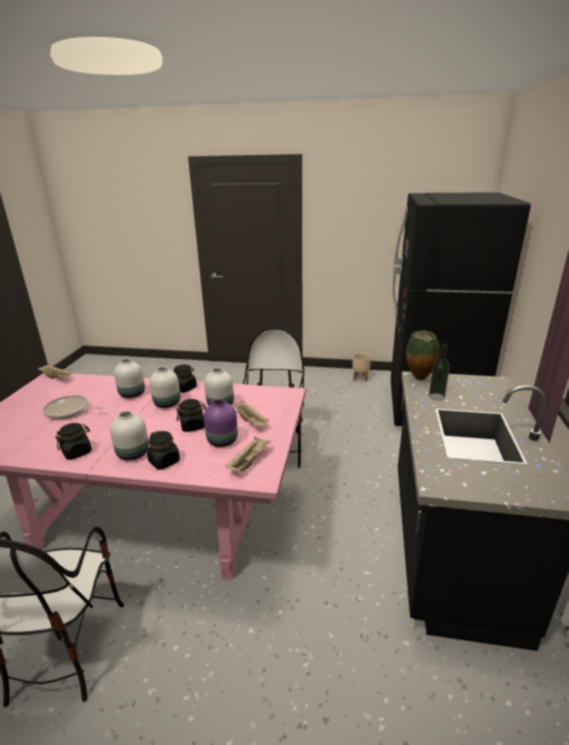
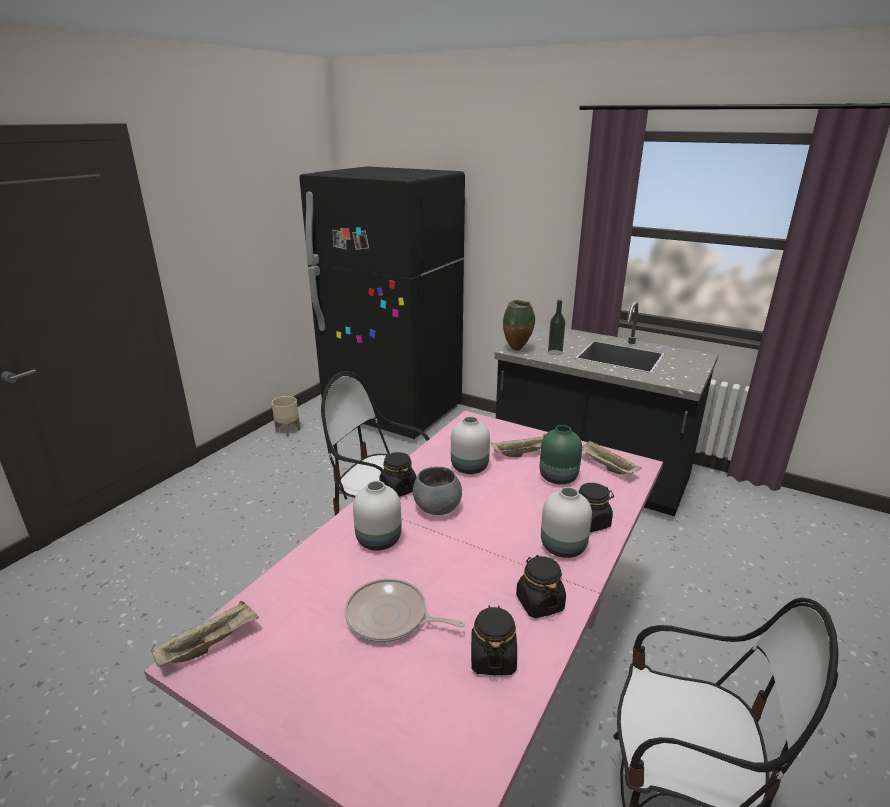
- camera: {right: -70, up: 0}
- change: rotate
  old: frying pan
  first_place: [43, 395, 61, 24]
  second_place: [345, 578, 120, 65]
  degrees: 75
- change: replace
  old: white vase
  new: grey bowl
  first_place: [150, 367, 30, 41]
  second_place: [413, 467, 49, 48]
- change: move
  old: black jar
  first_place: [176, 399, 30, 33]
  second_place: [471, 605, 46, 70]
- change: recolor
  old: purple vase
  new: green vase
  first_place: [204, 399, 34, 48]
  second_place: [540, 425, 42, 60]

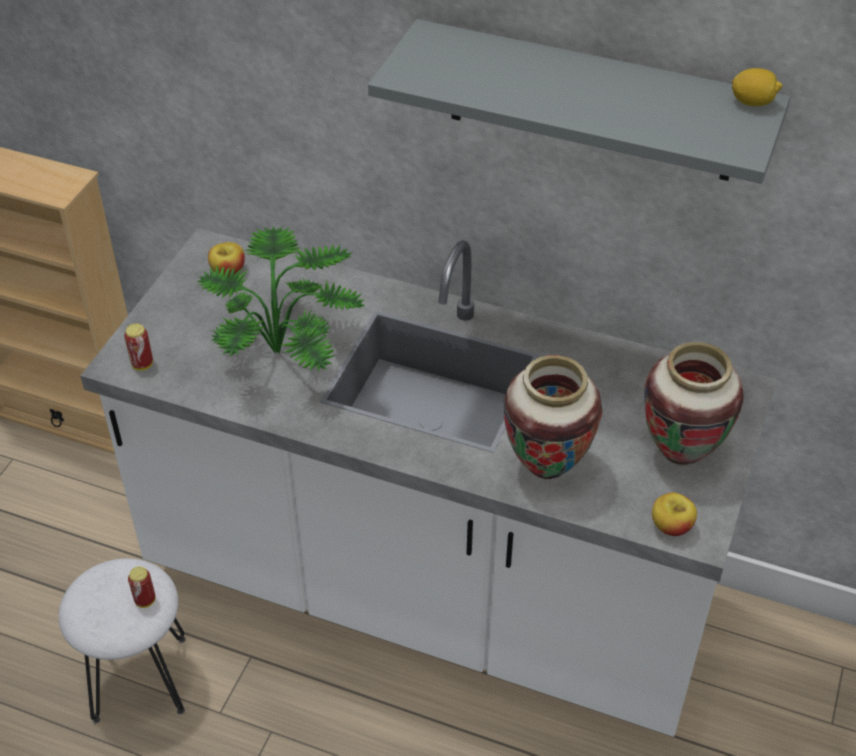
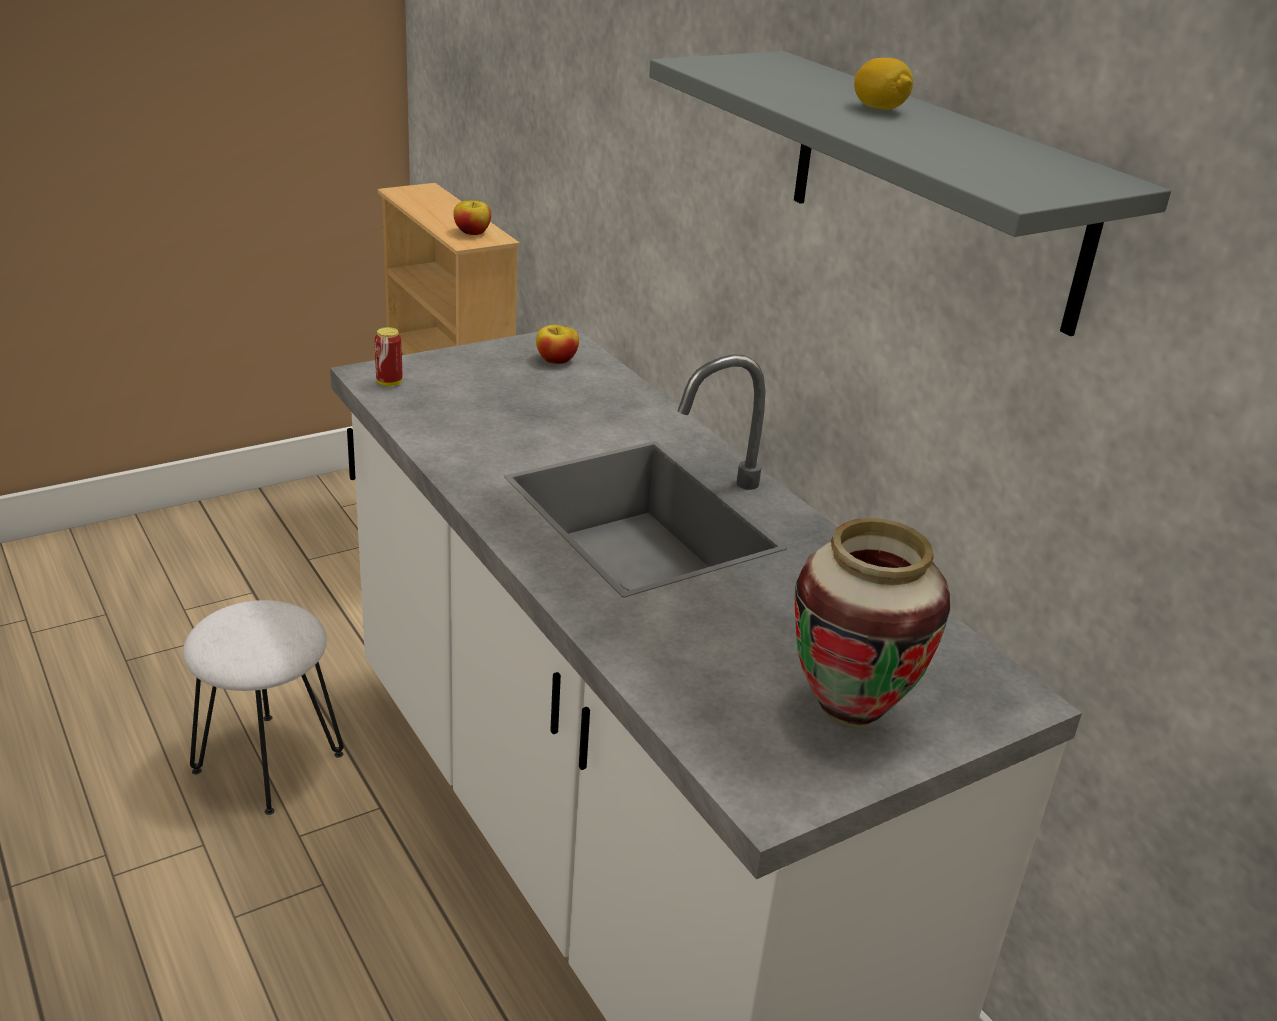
- camera: {right: 35, up: -15}
- change: move
  old: apple
  first_place: [652, 493, 45, 43]
  second_place: [453, 200, 38, 35]
- change: move
  old: lemon
  first_place: [732, 68, 50, 38]
  second_place: [854, 58, 59, 52]
- change: delete
  old: can
  first_place: [128, 567, 27, 41]
- change: delete
  old: potted plant
  first_place: [197, 226, 168, 146]
- change: delete
  old: vase
  first_place: [503, 355, 100, 124]

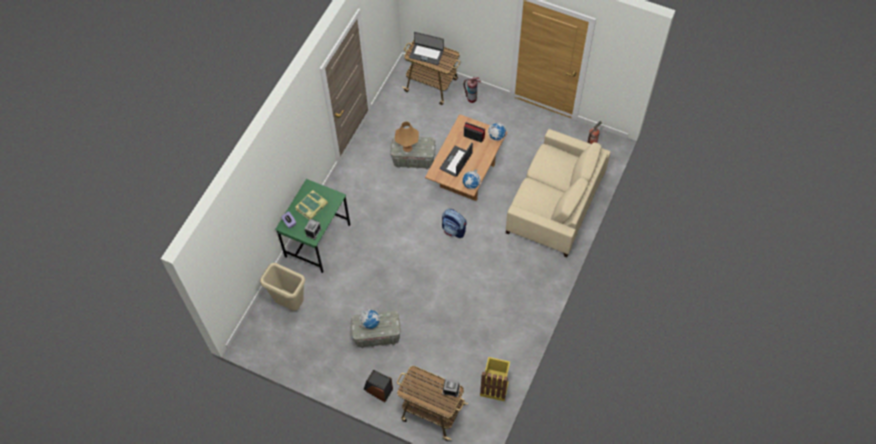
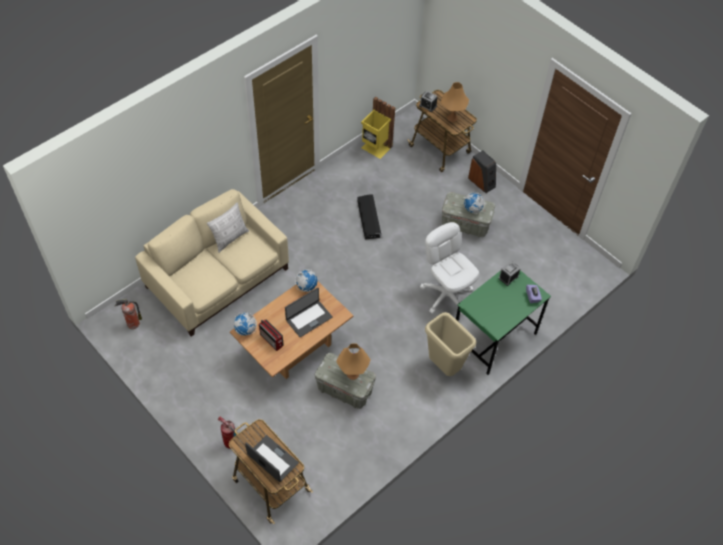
- camera: {right: -160, up: -5}
- change: insert
  new: pillow
  second_place: [207, 202, 42, 51]
- change: insert
  new: black storage box
  second_place: [357, 195, 24, 45]
- change: insert
  new: white office chair
  second_place: [420, 222, 59, 93]
- change: move
  old: beige trash can
  first_place: [260, 263, 45, 48]
  second_place: [425, 312, 51, 64]
- change: insert
  new: orange table lamp
  second_place: [441, 82, 28, 40]
- change: delete
  old: book
  first_place: [295, 190, 33, 30]
- change: delete
  old: backpack
  first_place: [442, 209, 25, 29]

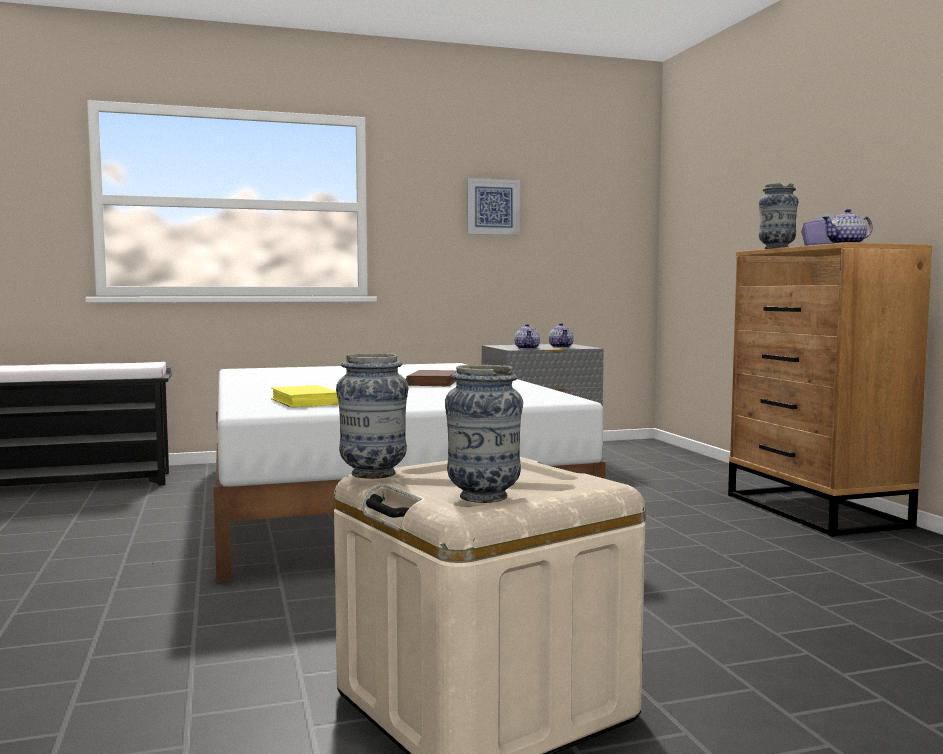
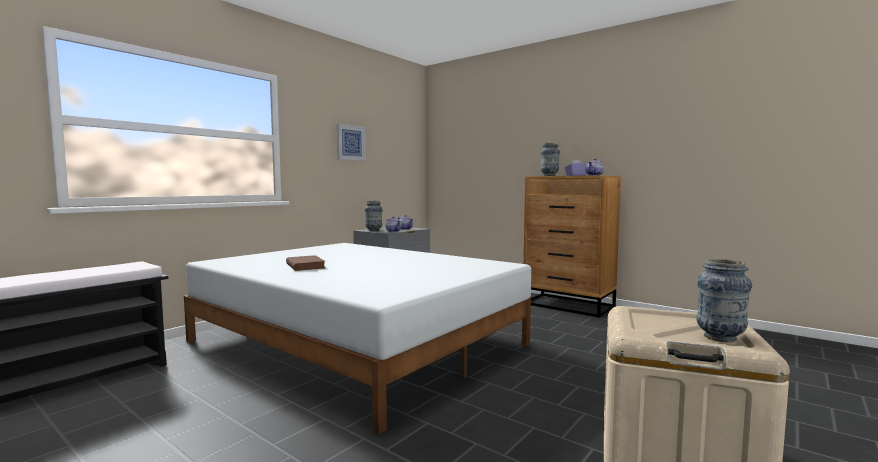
- camera: {right: -35, up: 0}
- change: move
  old: brown book
  first_place: [406, 370, 51, 16]
  second_place: [286, 255, 40, 16]
- change: move
  old: vase
  first_place: [336, 353, 73, 126]
  second_place: [365, 201, 18, 30]
- change: delete
  old: yellow book
  first_place: [271, 385, 68, 22]

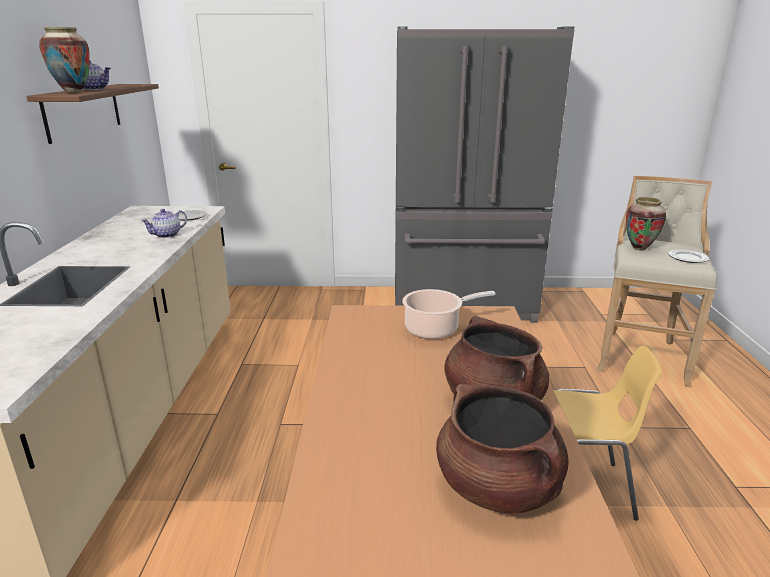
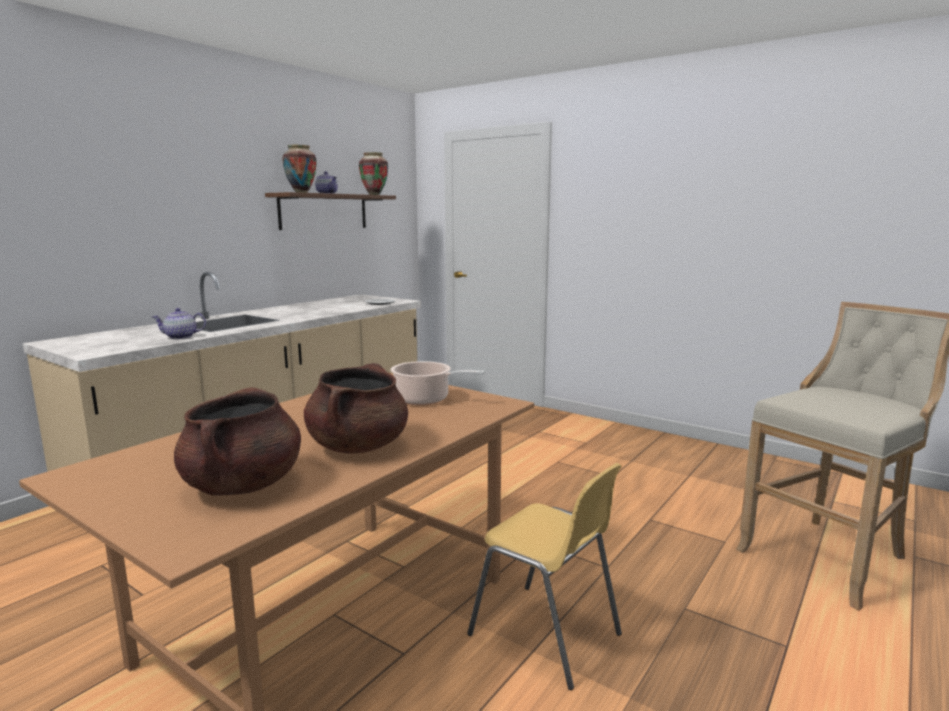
- camera: {right: 35, up: -10}
- change: move
  old: teapot
  first_place: [141, 209, 46, 29]
  second_place: [152, 308, 54, 31]
- change: move
  old: vase
  first_place: [626, 197, 40, 53]
  second_place: [359, 152, 29, 43]
- change: delete
  old: grey fridge
  first_place: [395, 26, 180, 297]
- change: delete
  old: plate
  first_place: [668, 250, 41, 13]

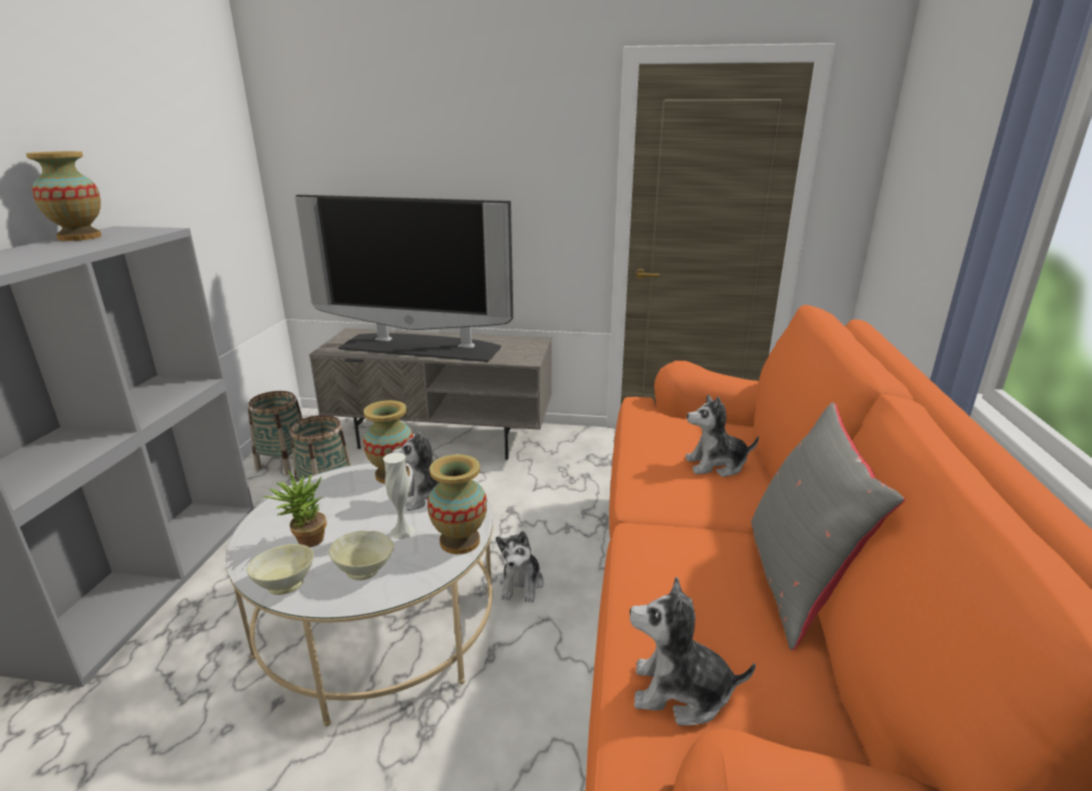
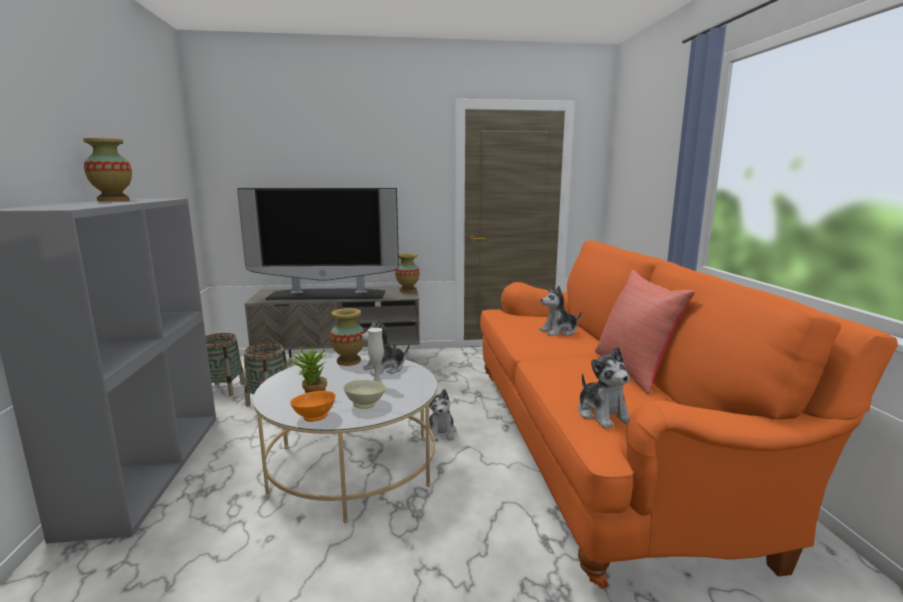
- camera: {right: -15, up: -10}
- change: recolor
  old: beige bowl
  new: orange bowl
  first_place: [246, 544, 68, 51]
  second_place: [290, 391, 46, 31]
- change: move
  old: vase
  first_place: [427, 454, 60, 100]
  second_place: [395, 253, 25, 40]
- change: rotate
  old: plush toy
  first_place: [630, 576, 126, 150]
  second_place: [578, 346, 52, 83]
  degrees: -105
- change: recolor
  old: grey pillow
  new: red pillow
  first_place: [751, 403, 154, 248]
  second_place: [595, 270, 100, 125]

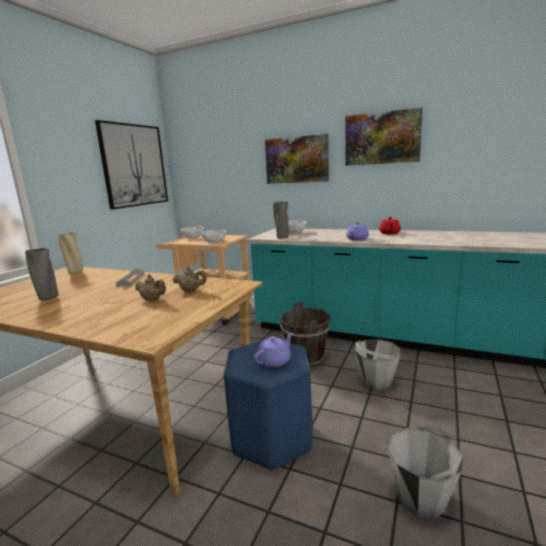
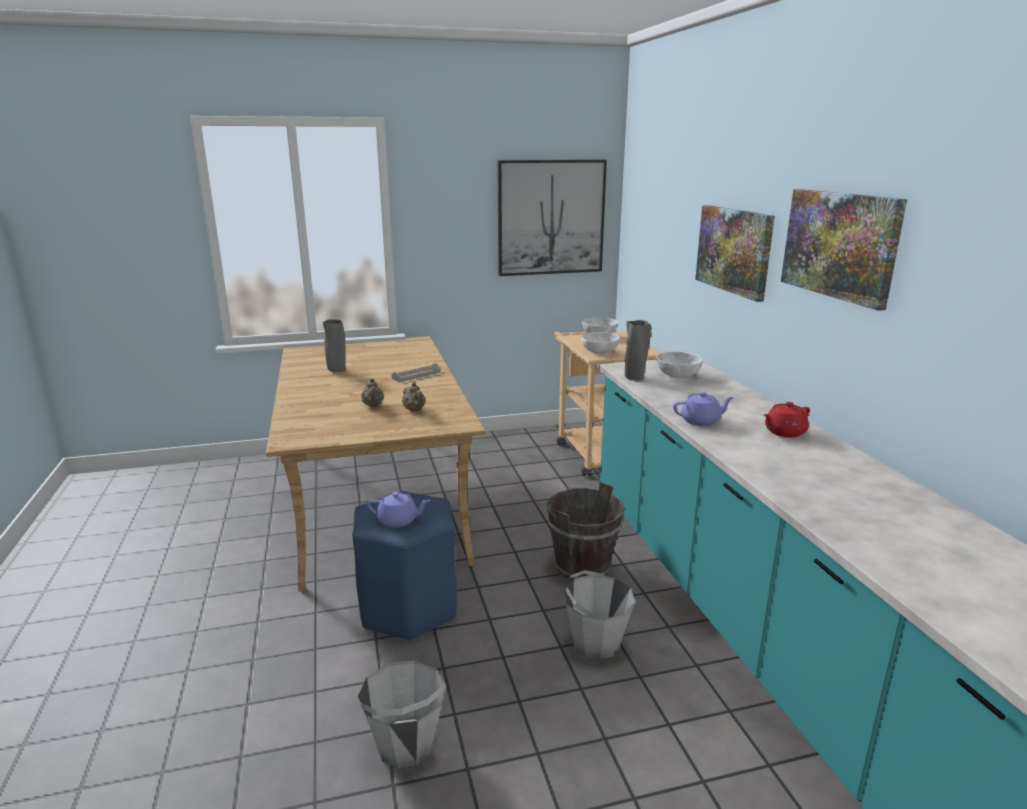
- camera: {right: 50, up: 5}
- change: delete
  old: beige vase
  first_place: [59, 233, 24, 41]

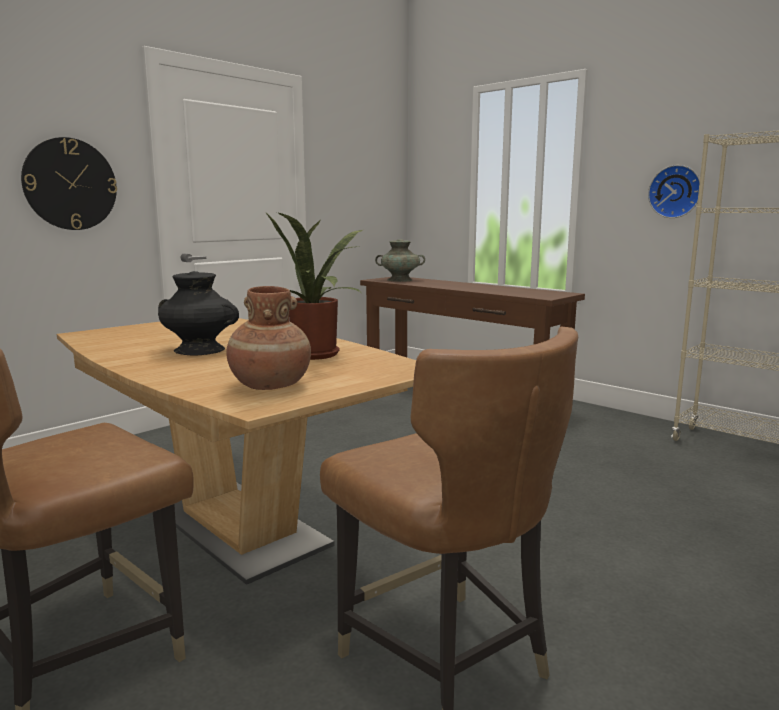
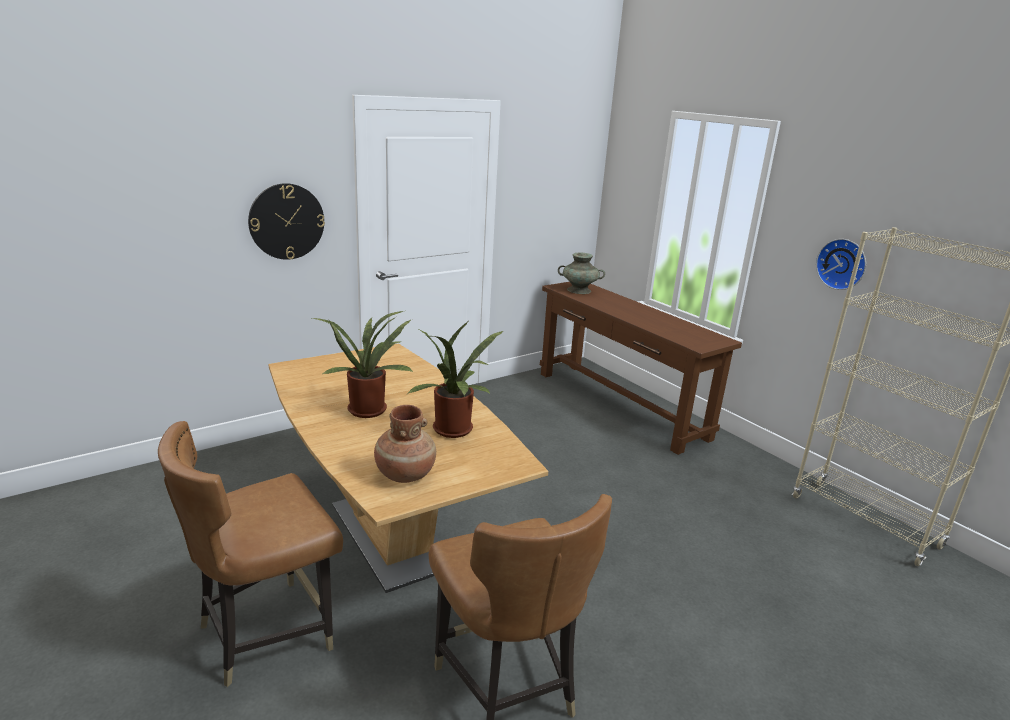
- camera: {right: 10, up: 10}
- change: replace
  old: black vase
  new: potted plant
  first_place: [158, 271, 81, 84]
  second_place: [312, 311, 102, 107]

